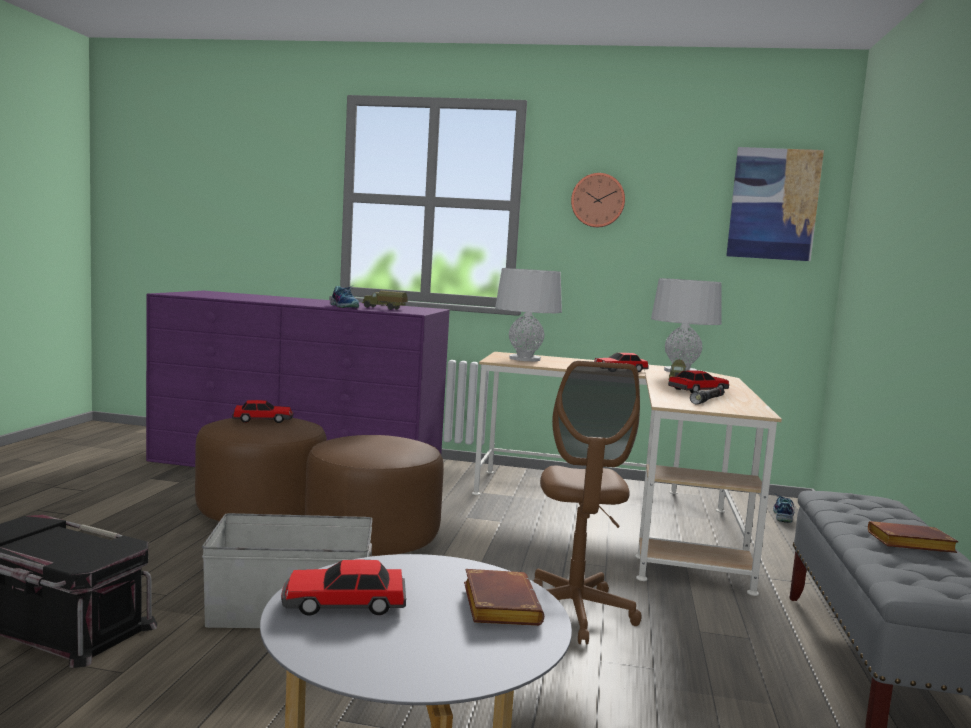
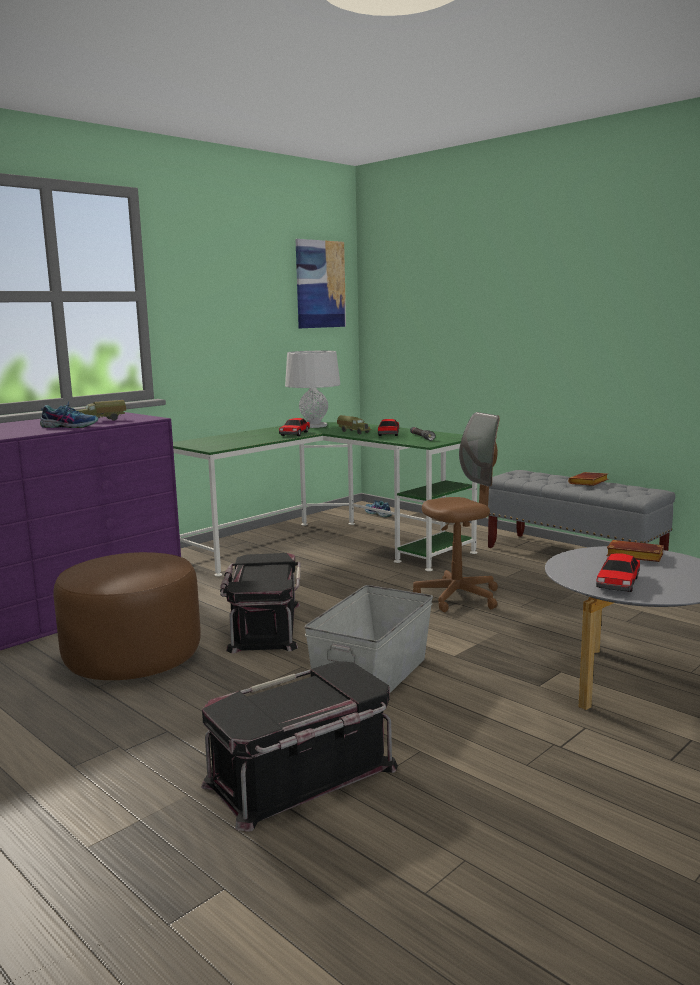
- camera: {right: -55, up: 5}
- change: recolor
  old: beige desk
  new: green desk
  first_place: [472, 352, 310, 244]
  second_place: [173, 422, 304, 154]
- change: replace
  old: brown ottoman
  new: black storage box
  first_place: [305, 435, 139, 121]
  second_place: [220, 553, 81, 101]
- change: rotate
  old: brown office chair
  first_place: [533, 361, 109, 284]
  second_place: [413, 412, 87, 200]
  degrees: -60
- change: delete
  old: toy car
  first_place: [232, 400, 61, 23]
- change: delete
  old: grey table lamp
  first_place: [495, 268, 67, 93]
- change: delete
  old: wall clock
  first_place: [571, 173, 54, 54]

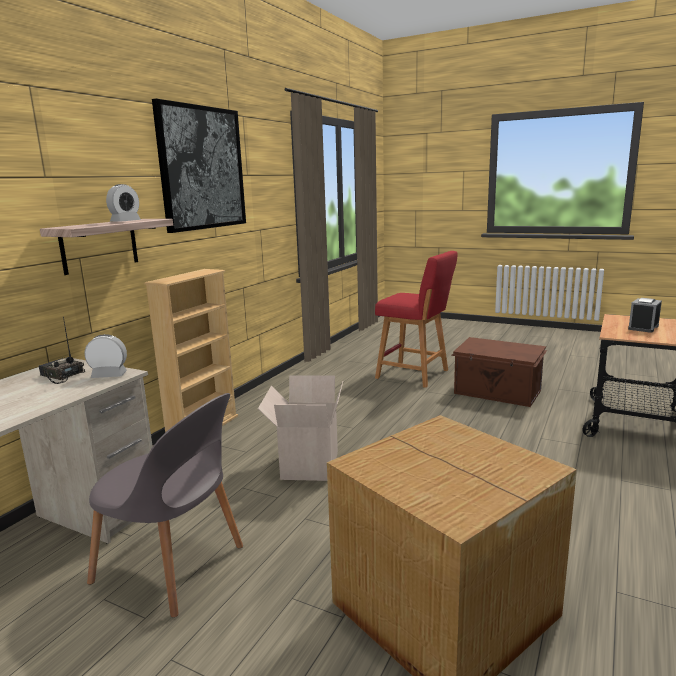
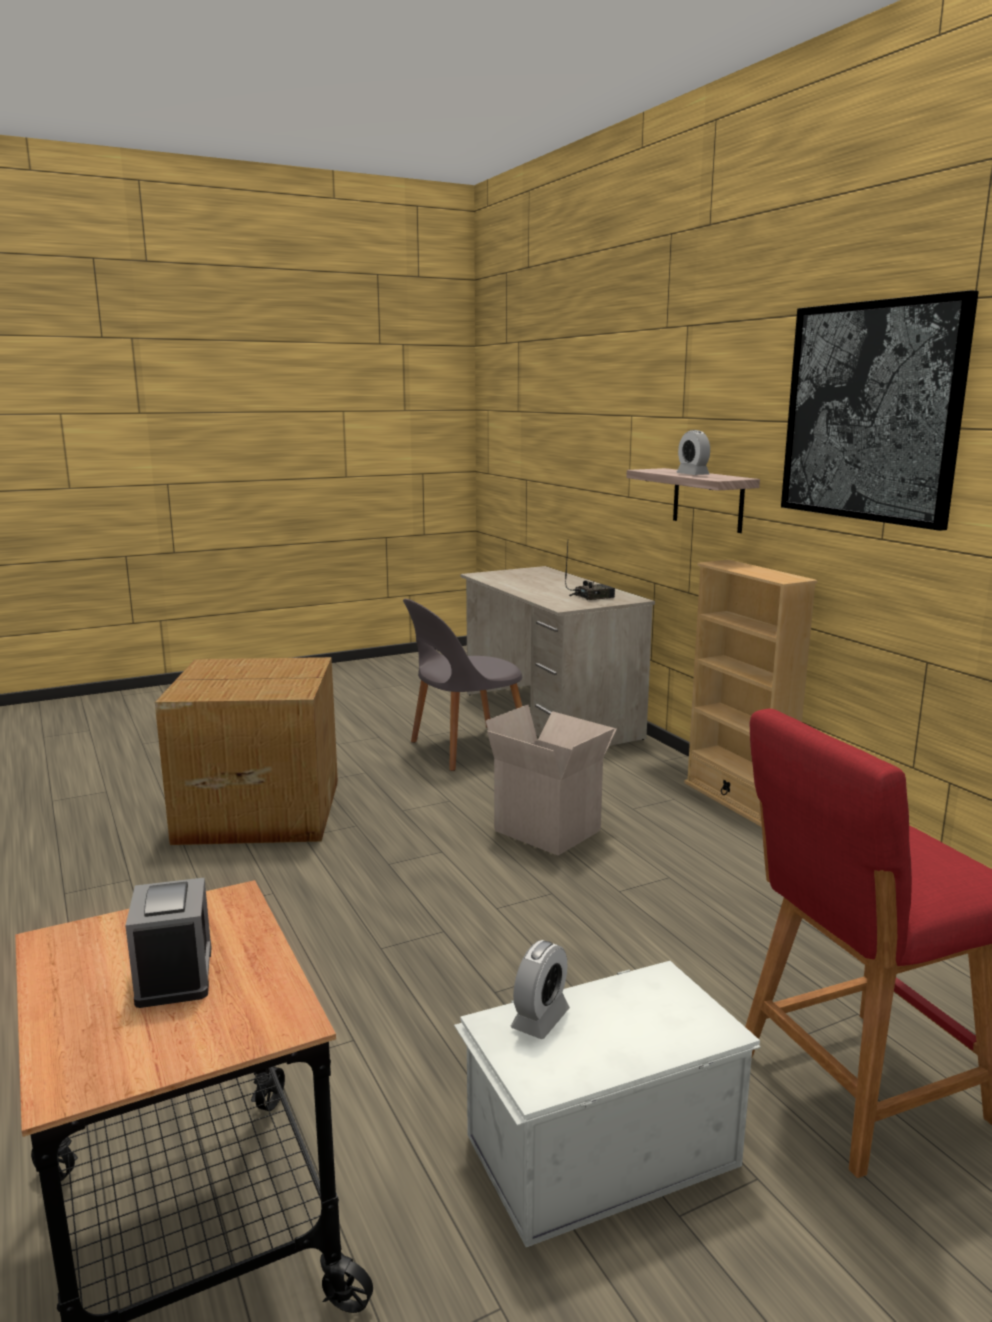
- camera: {right: 125, up: 0}
- change: recolor
  old: brown storage box
  new: white storage box
  first_place: [451, 337, 96, 70]
  second_place: [454, 961, 307, 286]
- change: move
  old: alarm clock
  first_place: [85, 334, 42, 44]
  second_place: [511, 940, 59, 99]

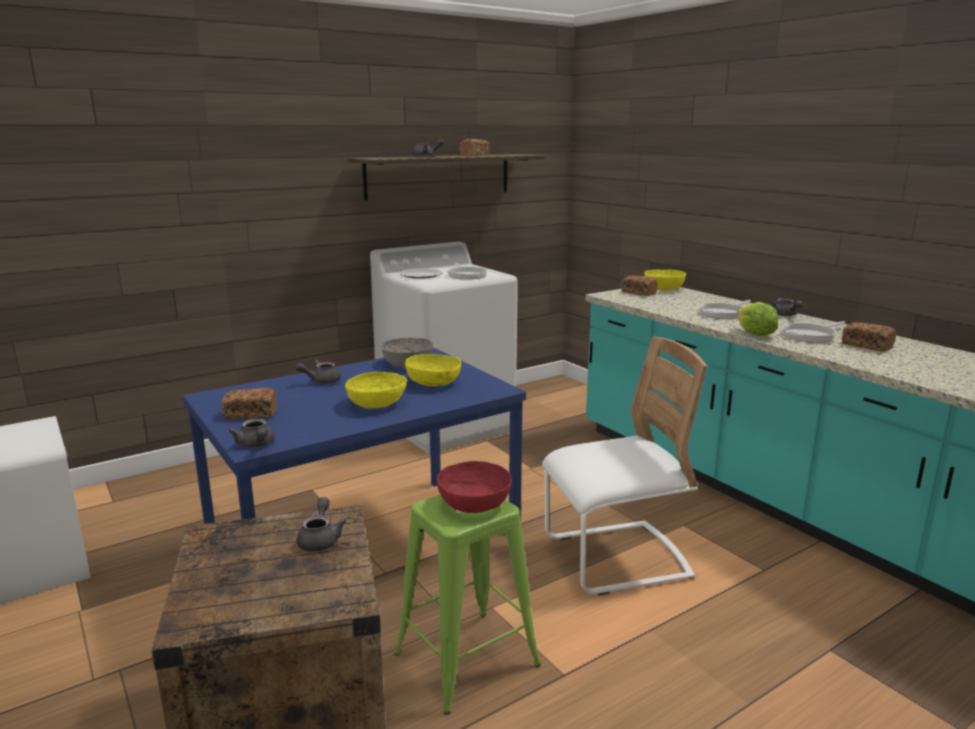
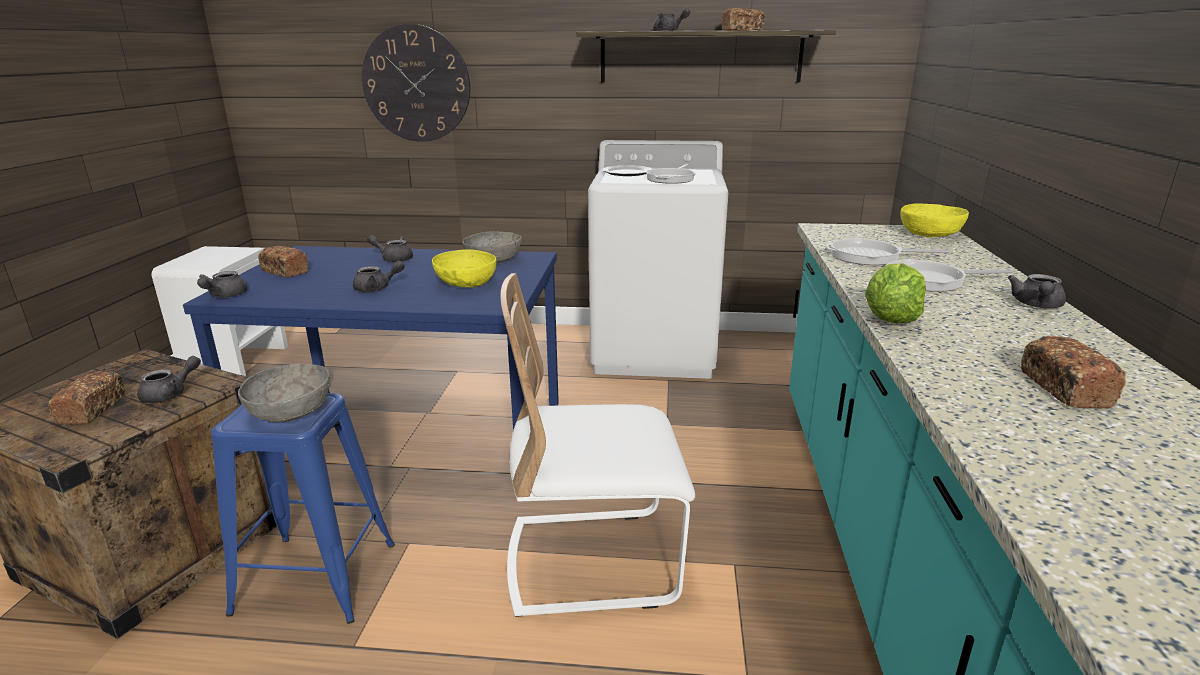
- camera: {right: 40, up: 5}
- change: move
  old: bread
  first_place: [621, 276, 37, 20]
  second_place: [48, 372, 77, 52]
- change: recolor
  old: green stool
  new: blue stool
  first_place: [394, 494, 147, 221]
  second_place: [211, 393, 184, 231]
- change: recolor
  old: red bowl
  new: grey bowl
  first_place: [437, 461, 75, 52]
  second_place: [238, 364, 92, 58]
- change: replace
  old: yellow bowl
  new: grey teapot
  first_place: [345, 372, 62, 36]
  second_place: [353, 261, 52, 31]
- change: insert
  new: wall clock
  second_place: [362, 24, 108, 118]
- change: rotate
  old: white chair
  first_place: [542, 337, 165, 258]
  second_place: [500, 273, 195, 344]
  degrees: 150
- change: move
  old: frying pan
  first_place: [782, 321, 64, 22]
  second_place: [826, 238, 124, 27]

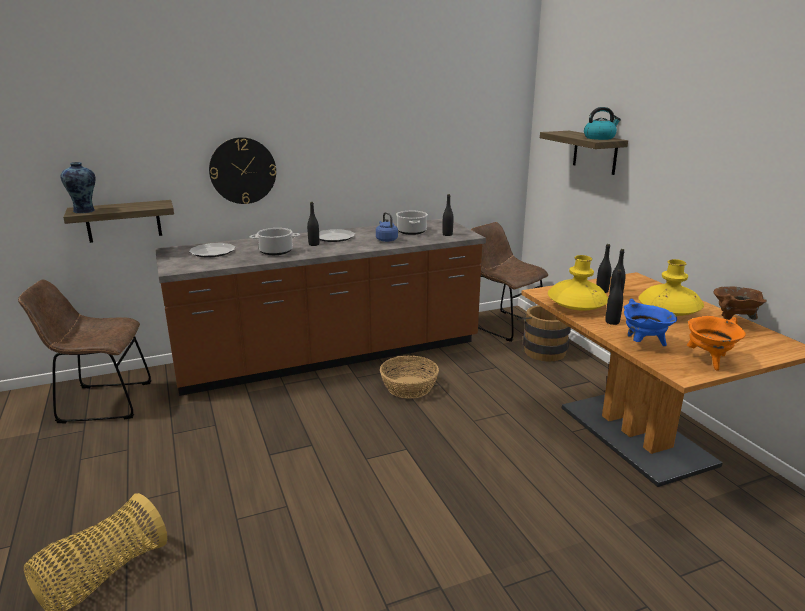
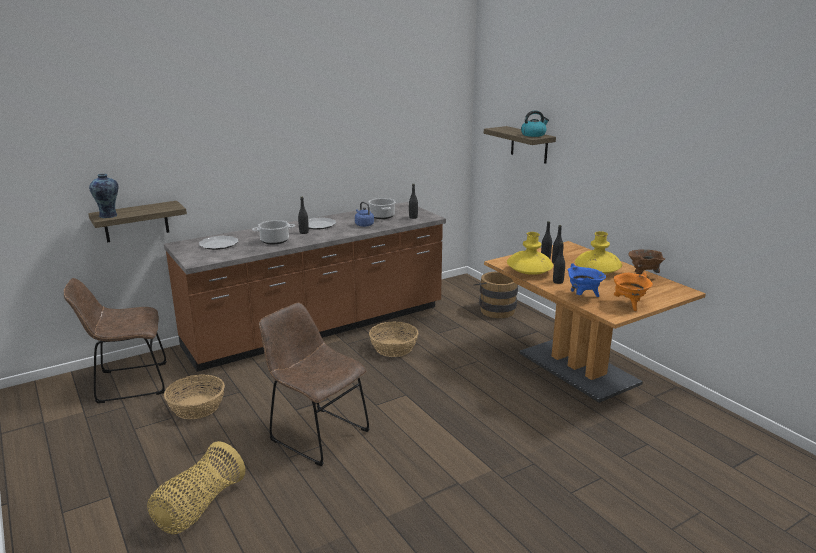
- camera: {right: -10, up: 0}
- change: insert
  new: basket
  second_place: [164, 375, 61, 44]
- change: move
  old: brown chair
  first_place: [471, 222, 77, 120]
  second_place: [259, 303, 110, 163]
- change: delete
  old: wall clock
  first_place: [209, 137, 67, 67]

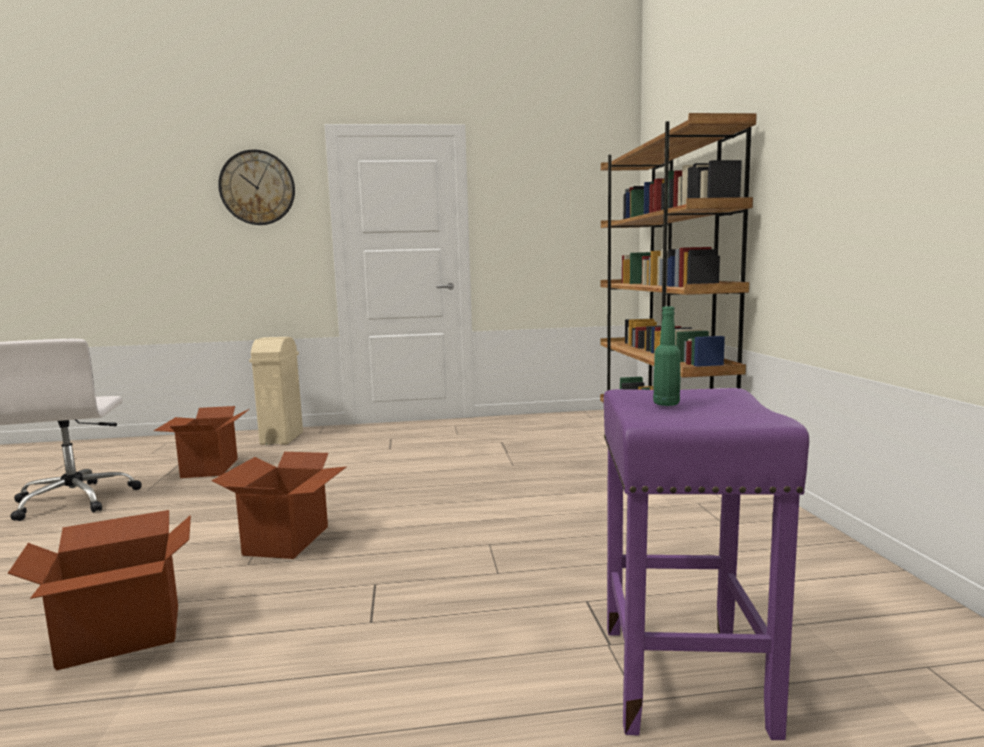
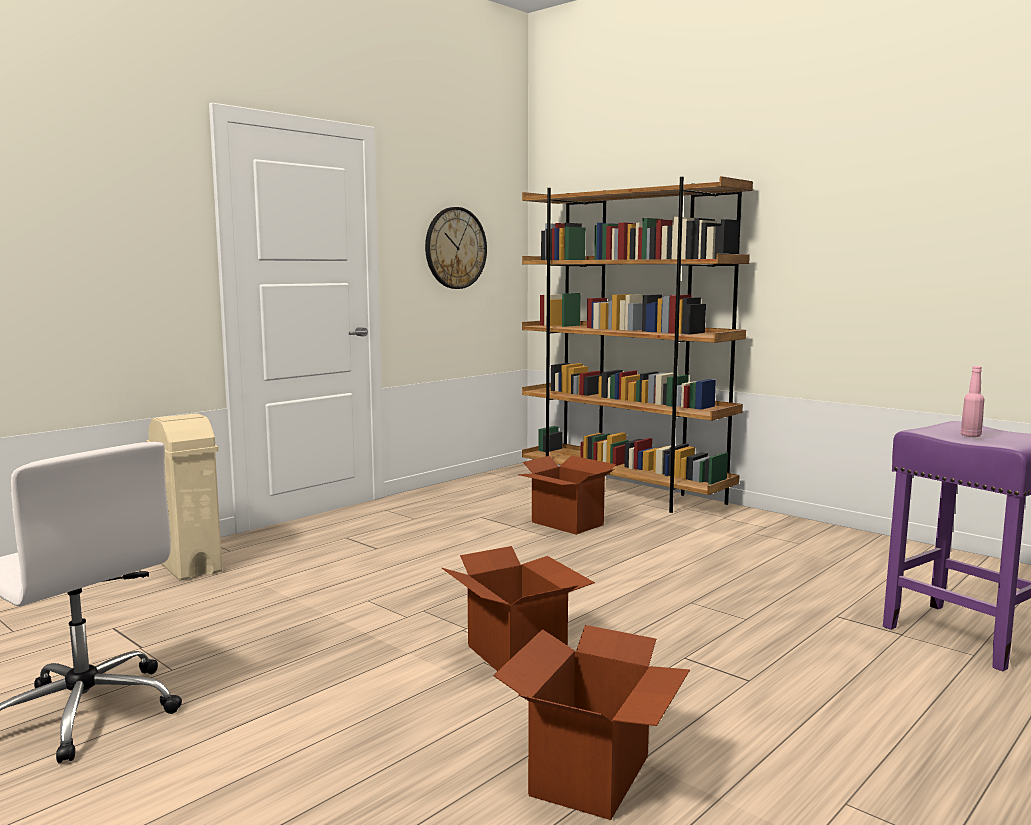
- camera: {right: -40, up: 0}
- change: move
  old: wall clock
  first_place: [218, 149, 77, 76]
  second_place: [425, 207, 62, 82]
- change: move
  old: cardboard box
  first_place: [154, 406, 95, 72]
  second_place: [518, 456, 98, 79]
- change: recolor
  old: green bottle
  new: pink bottle
  first_place: [653, 306, 28, 100]
  second_place: [961, 366, 23, 71]

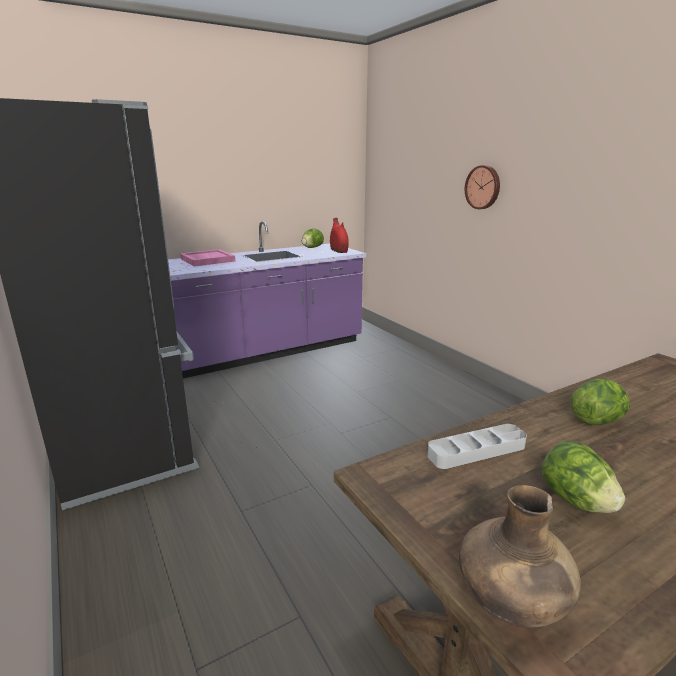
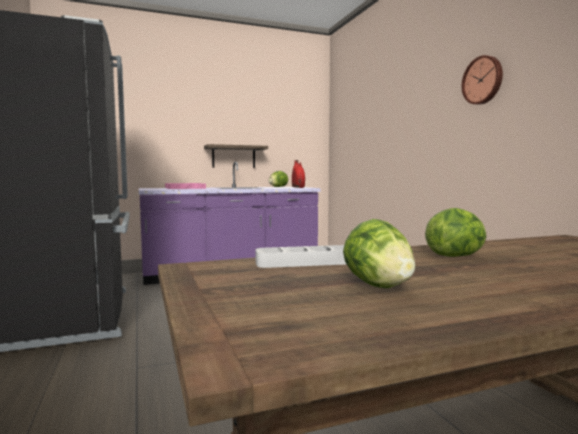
- camera: {right: 10, up: -15}
- change: insert
  new: shelf
  second_place: [204, 144, 64, 24]
- change: move
  old: wall clock
  first_place: [465, 165, 35, 44]
  second_place: [462, 55, 41, 50]
- change: delete
  old: brown vase
  first_place: [459, 485, 122, 143]

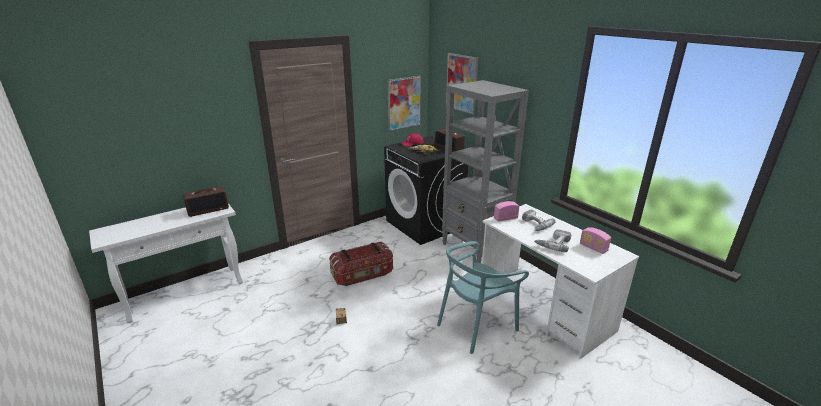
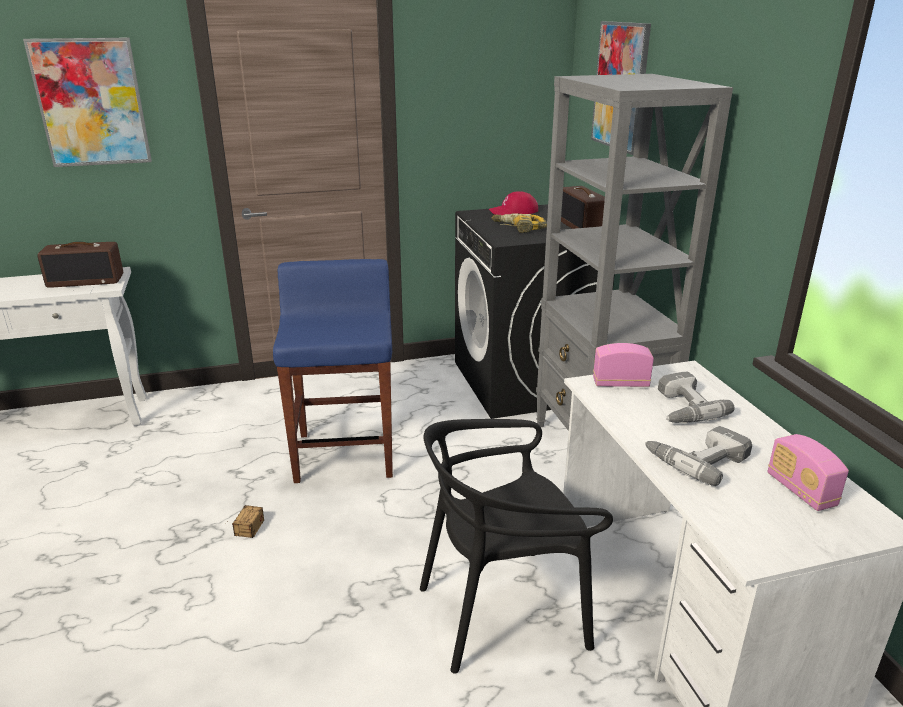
- camera: {right: 20, up: 0}
- change: move
  old: picture
  first_place: [387, 76, 34, 55]
  second_place: [23, 38, 129, 129]
- change: replace
  old: storage box
  new: blue stool
  first_place: [329, 242, 64, 44]
  second_place: [273, 259, 120, 224]
- change: recolor
  old: turquoise chair
  new: black chair
  first_place: [437, 241, 92, 113]
  second_place: [420, 419, 193, 255]

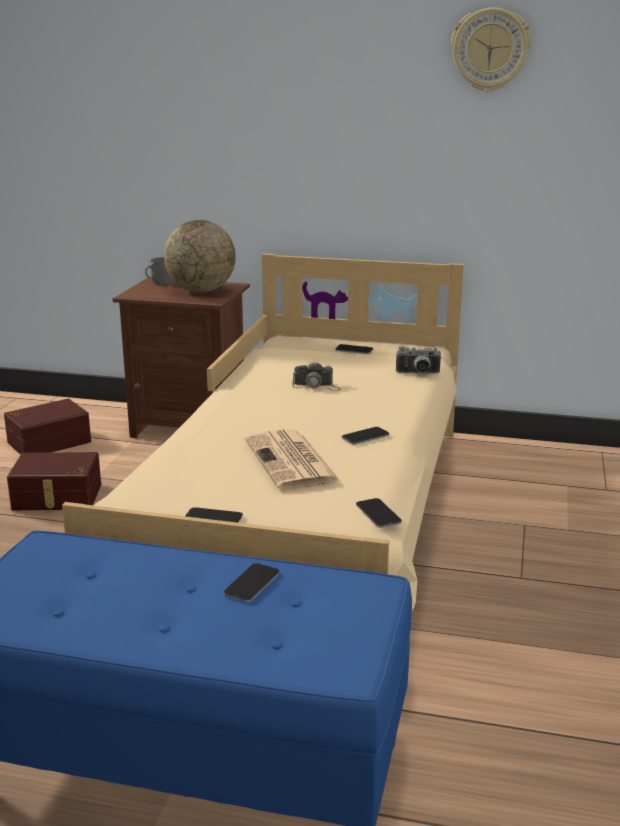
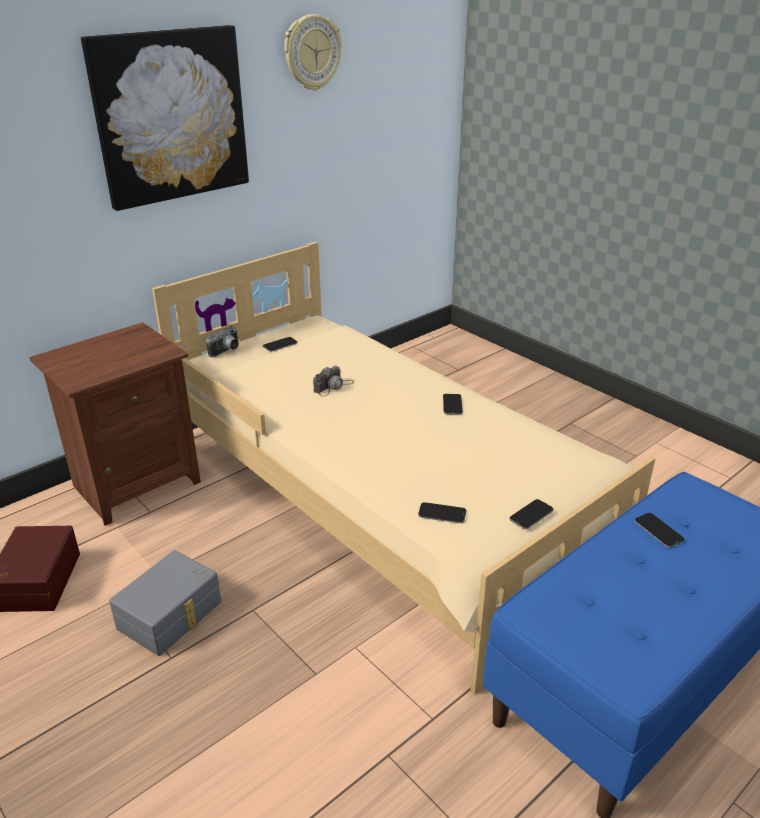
- camera: {right: -55, up: 10}
- change: insert
  new: picture
  second_place: [81, 25, 168, 186]
- change: recolor
  old: brown storage box
  new: grey storage box
  first_place: [7, 452, 94, 58]
  second_place: [109, 550, 112, 106]
- change: move
  old: photo camera
  first_place: [396, 347, 45, 27]
  second_place: [206, 326, 33, 31]
- change: move
  old: phone
  first_place: [356, 498, 46, 30]
  second_place: [418, 502, 48, 21]
- change: delete
  old: grey mug
  first_place: [145, 257, 30, 28]
- change: delete
  old: globe
  first_place: [164, 220, 72, 72]
- change: delete
  old: newspaper
  first_place: [244, 429, 97, 60]

